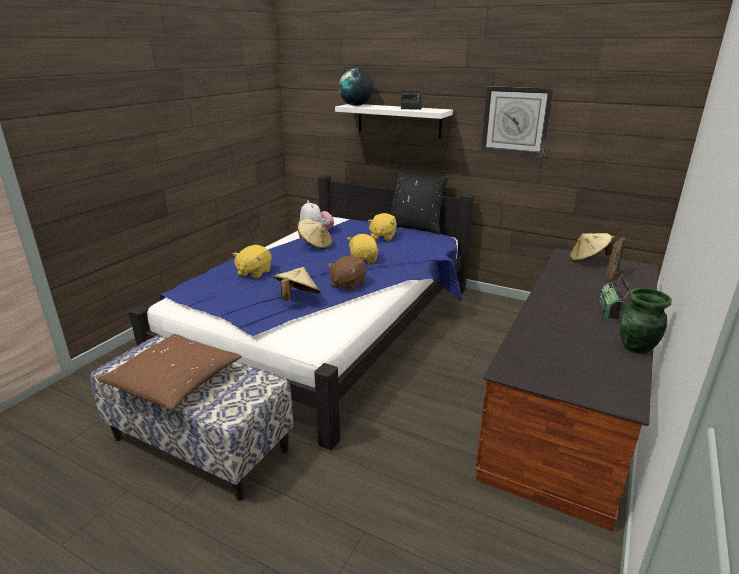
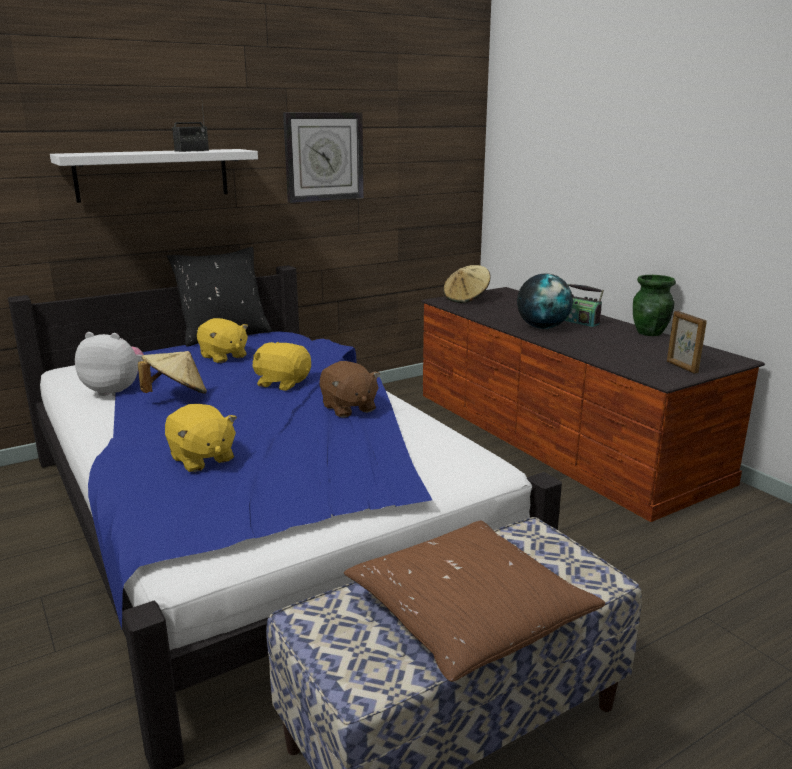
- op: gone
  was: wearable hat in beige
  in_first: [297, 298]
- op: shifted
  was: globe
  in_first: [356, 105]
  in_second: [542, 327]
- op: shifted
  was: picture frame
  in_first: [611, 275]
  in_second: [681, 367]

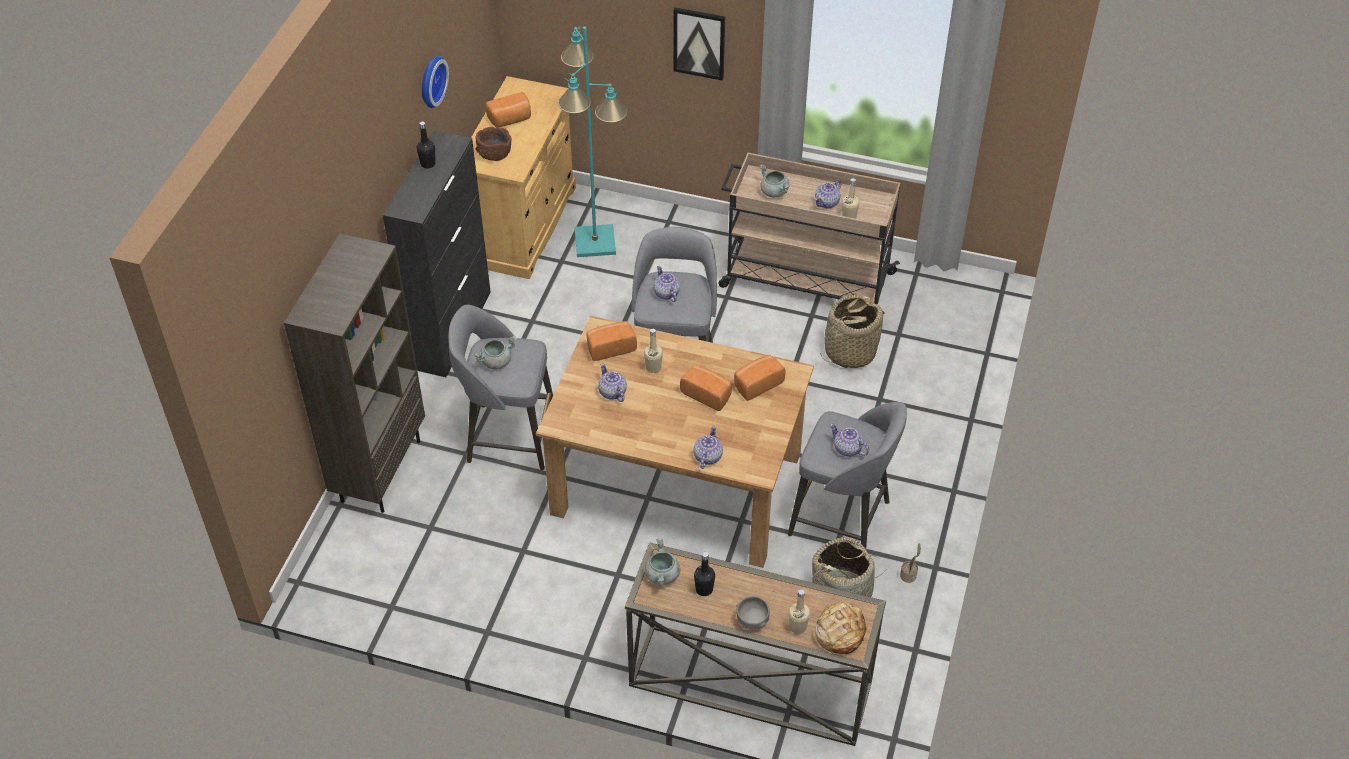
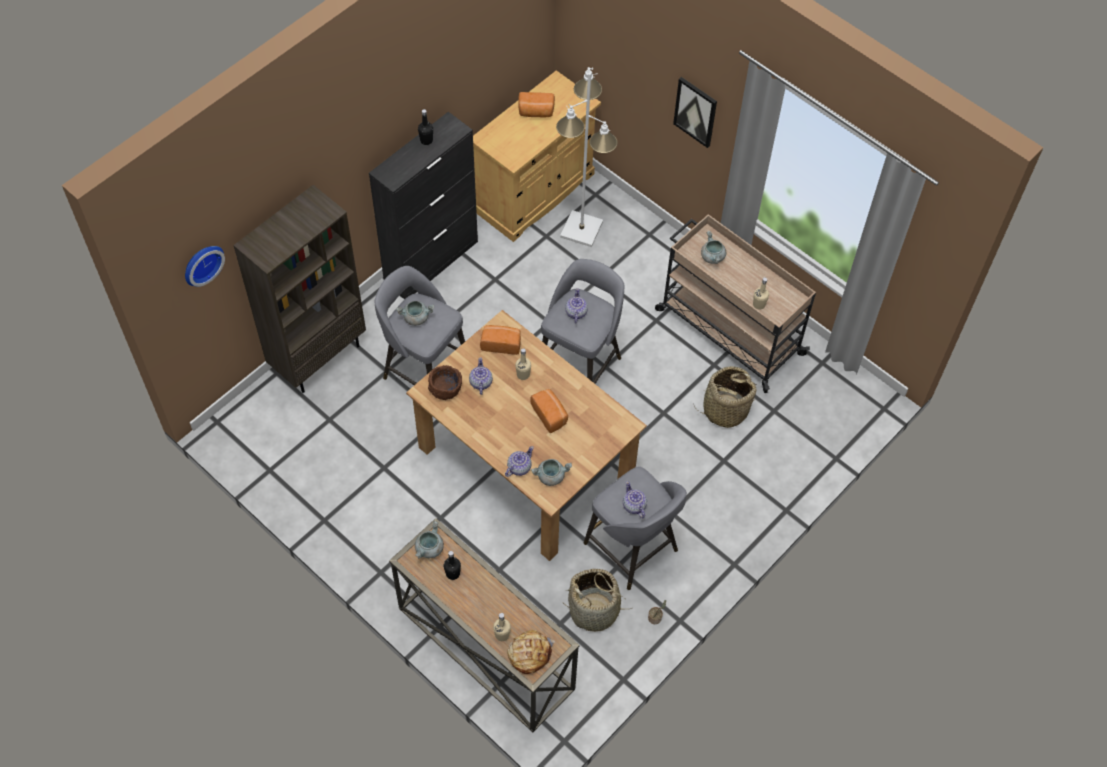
- op: gone
  was: bakery bread
  in_first: [757, 384]
- op: gone
  was: deep dish in gray
  in_first: [752, 620]
- op: gone
  was: pot for tea
  in_first: [827, 202]
- op: new
  now: stockpot in gray
  in_second: [551, 476]
- op: shifted
  was: clock on the wall
  in_first: [430, 81]
  in_second: [201, 263]
- op: shifted
  was: deep dish in brownish
  in_first: [494, 153]
  in_second: [445, 388]
- op: repainted
  was: standing lamp in turquoise-coloured
  now: standing lamp in whitish
  in_first: [595, 241]
  in_second: [582, 229]

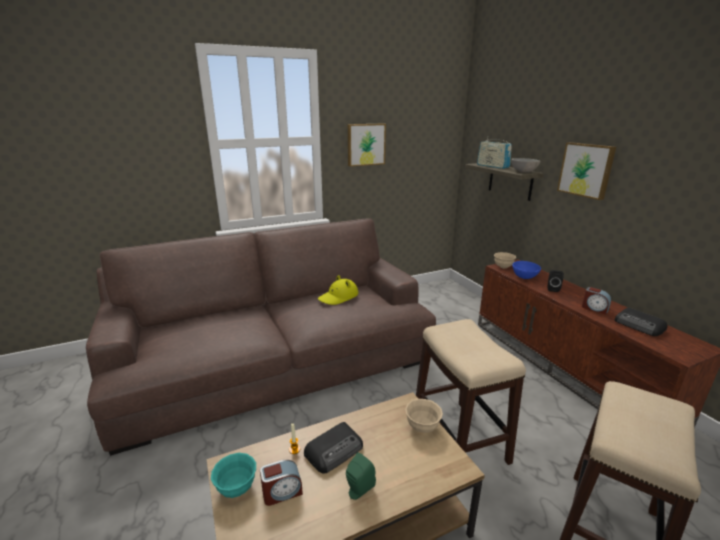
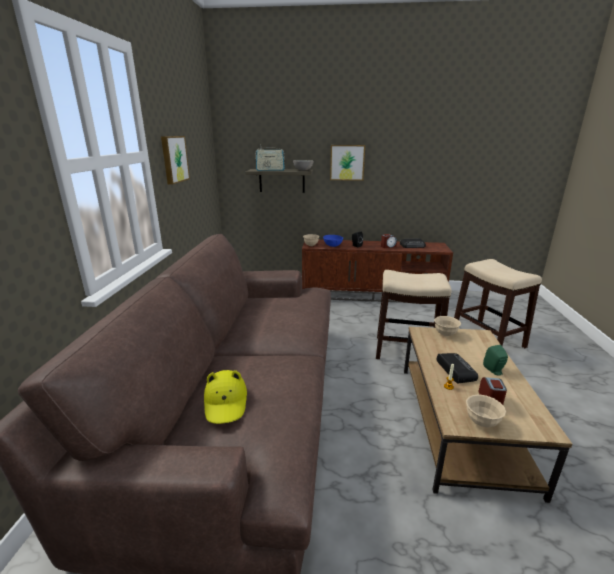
- op: shifted
  was: wearable hat in yellowish
  in_first: [338, 297]
  in_second: [226, 402]
- op: repainted
  was: deep dish in turquoise-coloured
  now: deep dish in beige
  in_first: [236, 488]
  in_second: [482, 422]

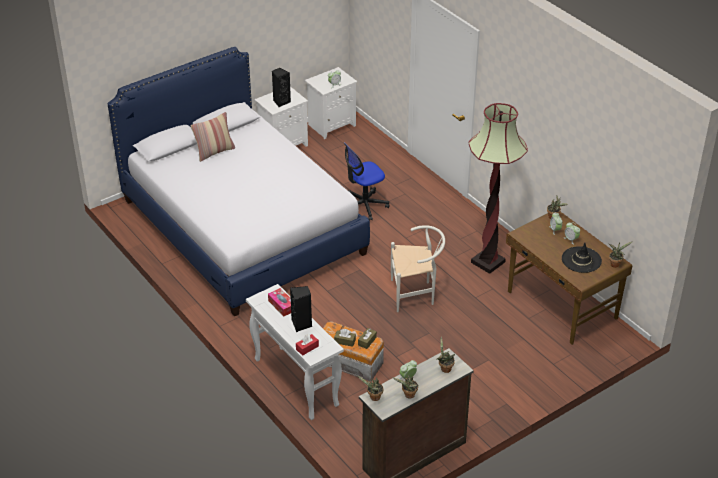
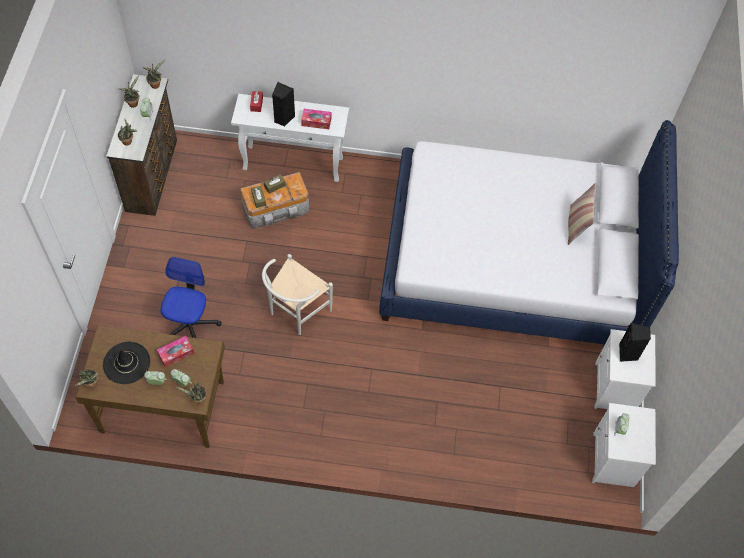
- op: gone
  was: standing lamp
  in_first: [488, 262]
- op: new
  now: box of tissues
  in_second: [176, 354]
- op: shifted
  was: desk chair
  in_first: [364, 205]
  in_second: [190, 324]

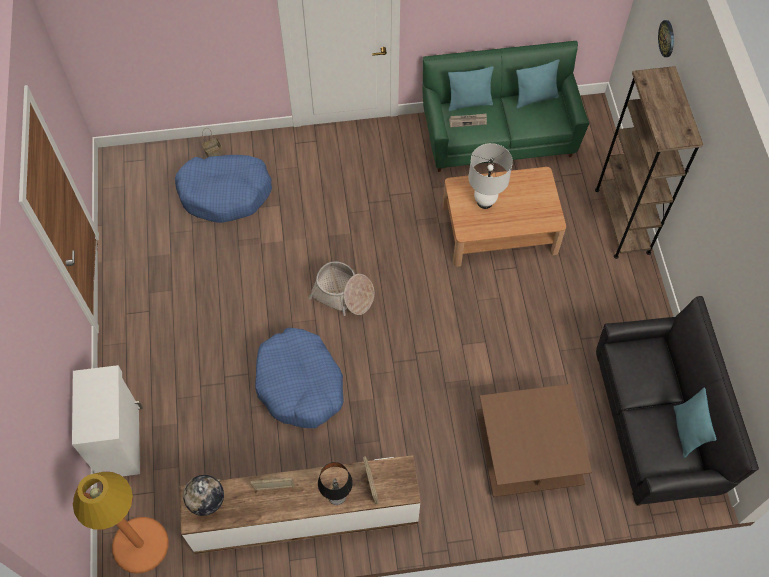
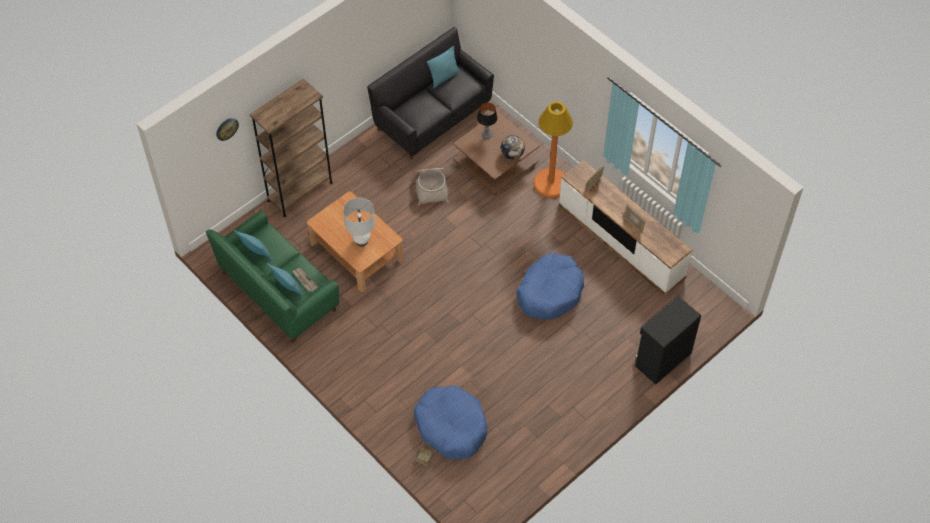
- op: shifted
  was: standing lamp in orangey
  in_first: [140, 545]
  in_second: [551, 183]
- op: shifted
  was: globe
  in_first: [206, 501]
  in_second: [512, 154]
- op: shifted
  was: basket
  in_first: [343, 294]
  in_second: [431, 187]
- op: shifted
  was: tabletop lamp
  in_first: [337, 496]
  in_second: [487, 134]
- op: repainted
  was: cabinet in whitish
  now: cabinet in blackish
  in_first: [121, 441]
  in_second: [662, 359]

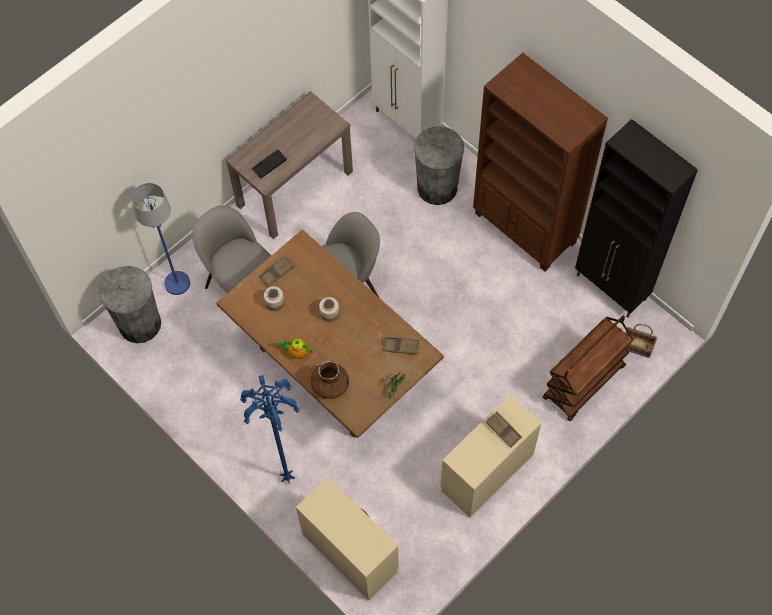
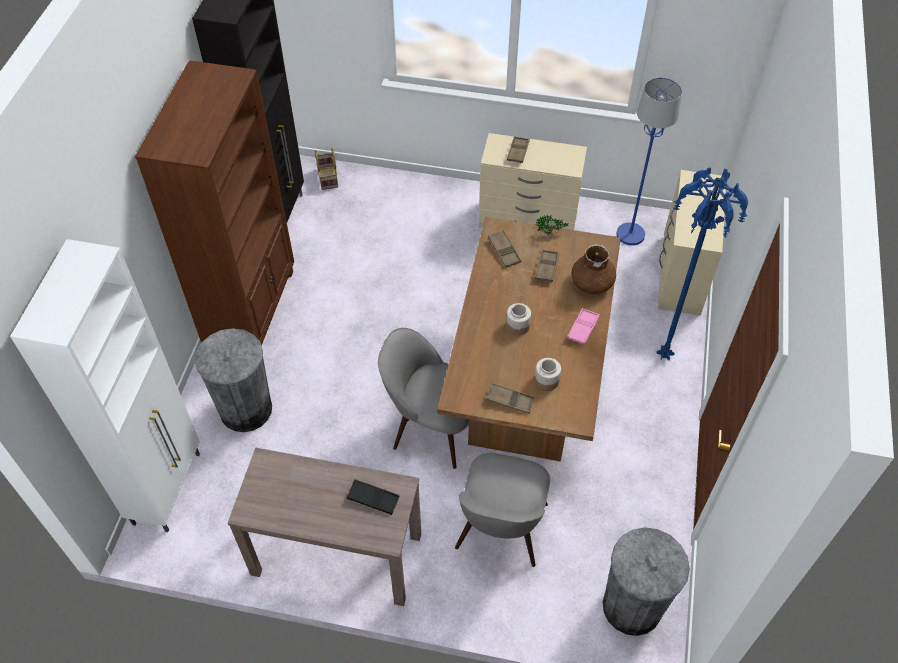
- op: gone
  was: cart in brownish
  in_first: [584, 383]
- op: new
  now: tray in brownish
  in_second: [546, 268]
- op: shifted
  was: standing lamp in blue
  in_first: [177, 283]
  in_second: [630, 235]
- op: swapped
  was: pot for tea
  now: tray in pinkish
  in_first: [297, 352]
  in_second: [583, 328]

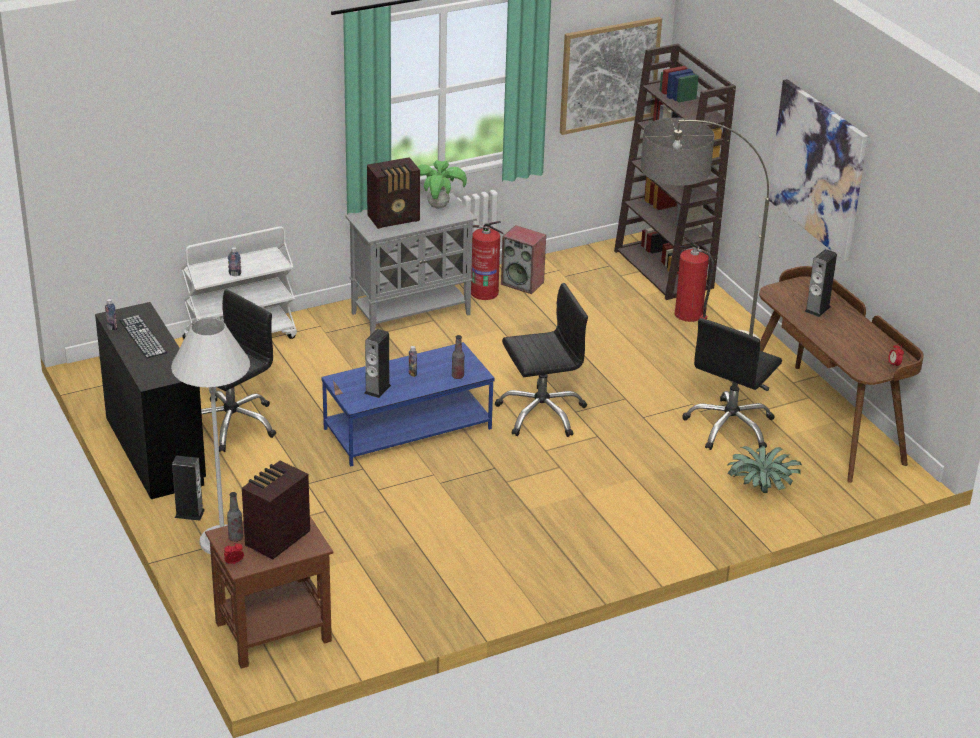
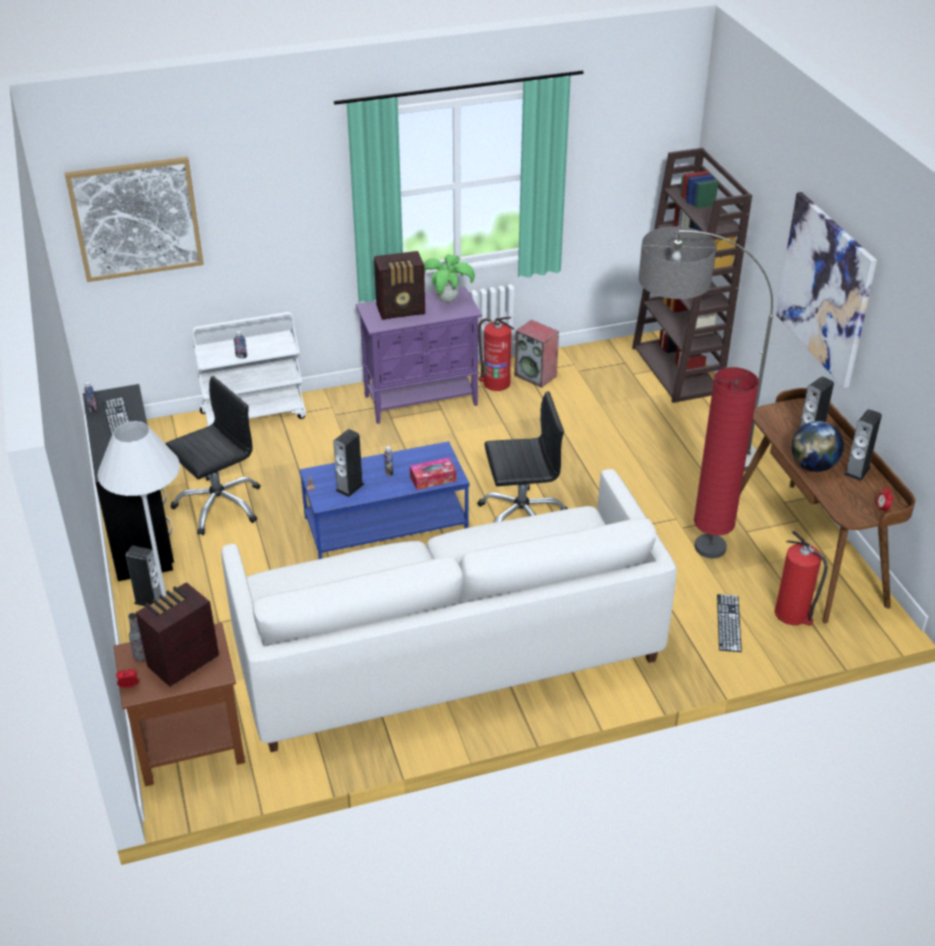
- op: new
  now: sofa in whitish
  in_second: [447, 652]
- op: new
  now: globe
  in_second: [813, 466]
- op: new
  now: loudspeaker
  in_second: [857, 471]
- op: shifted
  was: wall picture
  in_first: [609, 75]
  in_second: [136, 219]
- op: shifted
  was: fire-fighting cylinder
  in_first: [689, 314]
  in_second: [792, 614]
- op: swapped
  was: beverage bottle
  now: box of tissues
  in_first: [457, 376]
  in_second: [433, 479]
- op: swapped
  was: desk chair in blackish
  now: standing lamp in red-coloured
  in_first: [730, 427]
  in_second: [710, 548]
- op: swapped
  was: potted plant
  now: computer keyboard
  in_first: [760, 489]
  in_second: [728, 623]
- op: repainted
  was: cabinet in gray
  now: cabinet in purplish
  in_first: [412, 313]
  in_second: [422, 400]

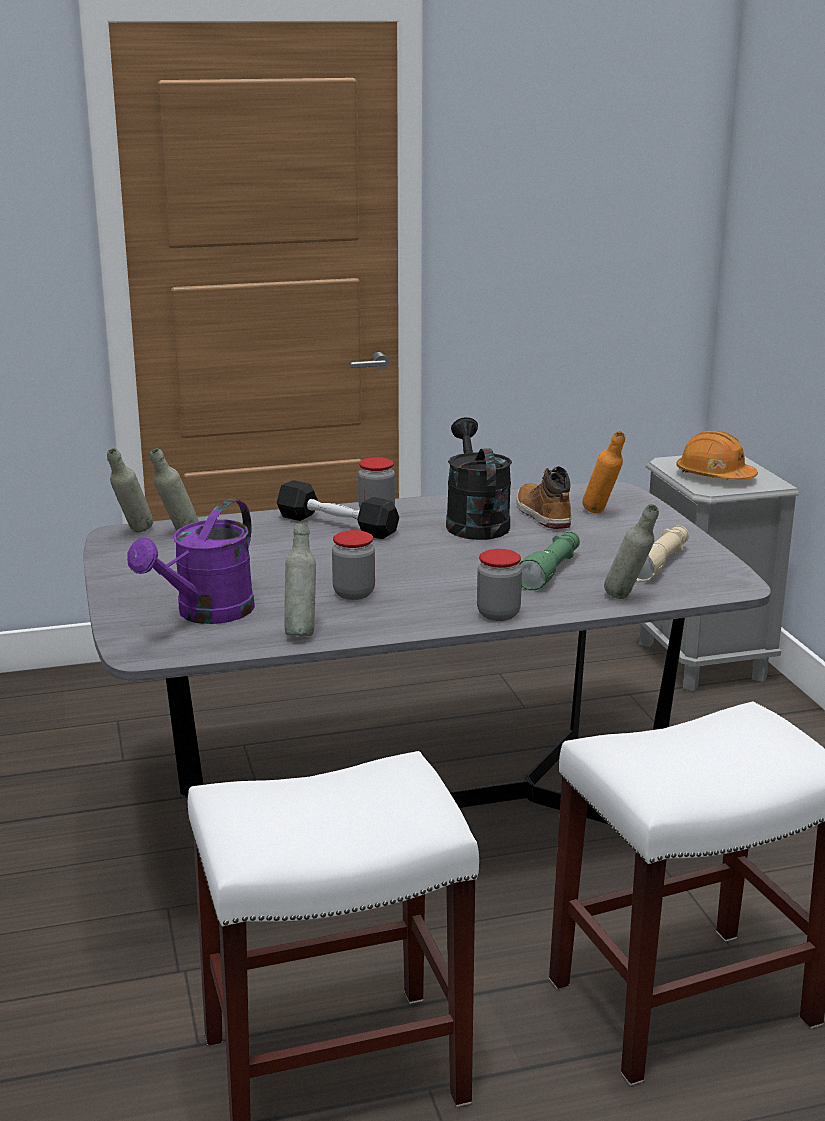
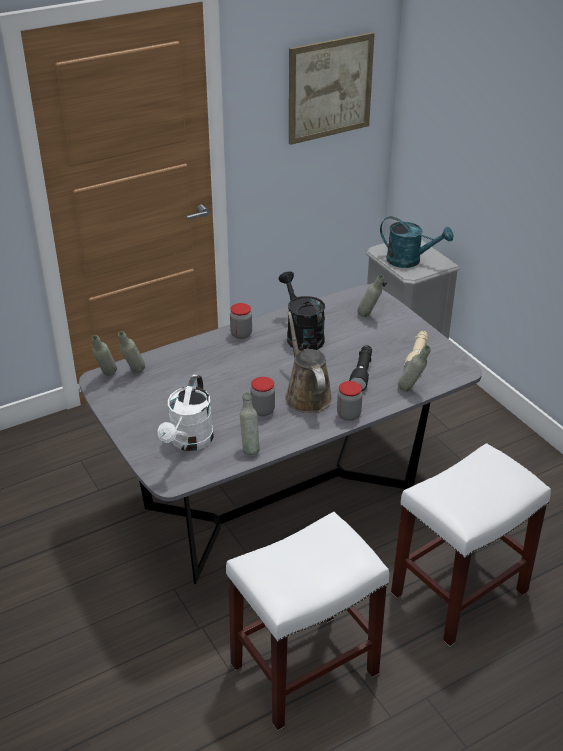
- op: gone
  was: free weight in blackish
  in_first: [337, 525]
- op: gone
  was: high-top boot
  in_first: [542, 514]
- op: new
  now: sprinkling can in brownish
  in_second: [306, 394]
- op: new
  now: wall picture
  in_second: [330, 88]
- op: swapped
  was: work helmet in orangey
  now: sprinkling can in turquoise-coloured
  in_first: [714, 476]
  in_second: [410, 261]
- op: repainted
  was: sprinkling can in purplish
  now: sprinkling can in whitish
  in_first: [206, 614]
  in_second: [189, 442]
- op: repainted
  was: hand torch in greenish
  now: hand torch in blackish
  in_first: [551, 571]
  in_second: [362, 373]
- op: repainted
  was: beverage bottle in orangey
  now: beverage bottle in gray
  in_first: [601, 513]
  in_second: [369, 317]

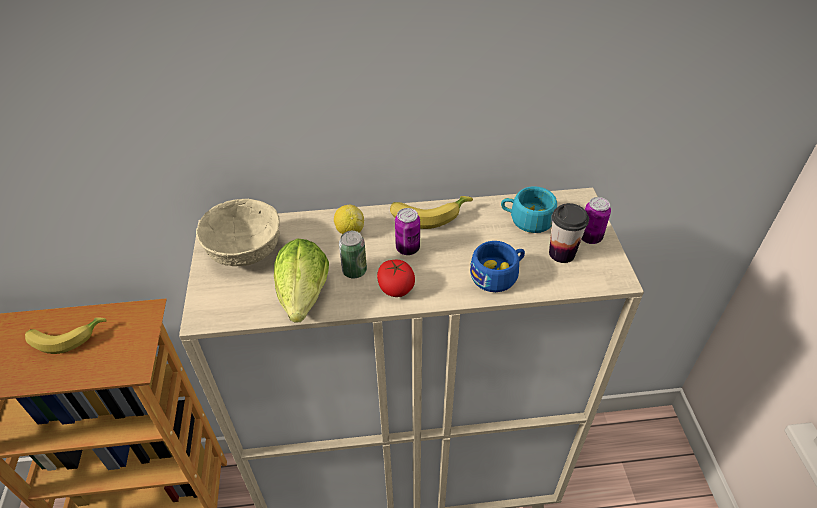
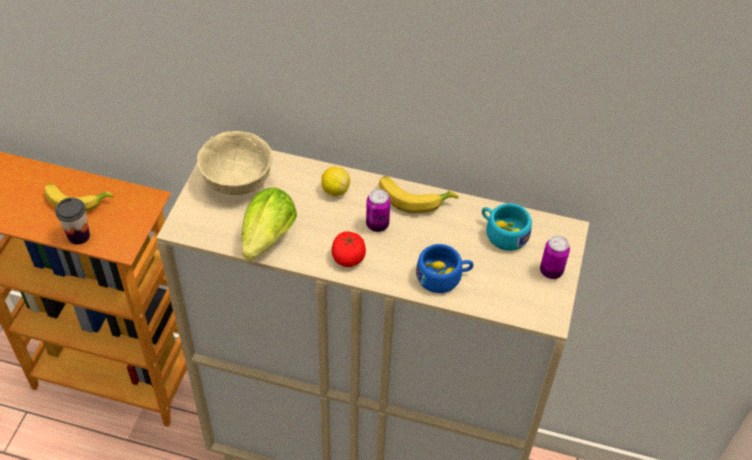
- op: gone
  was: can
  in_first: [354, 271]
- op: shifted
  was: drinking cup
  in_first: [561, 253]
  in_second: [79, 236]

